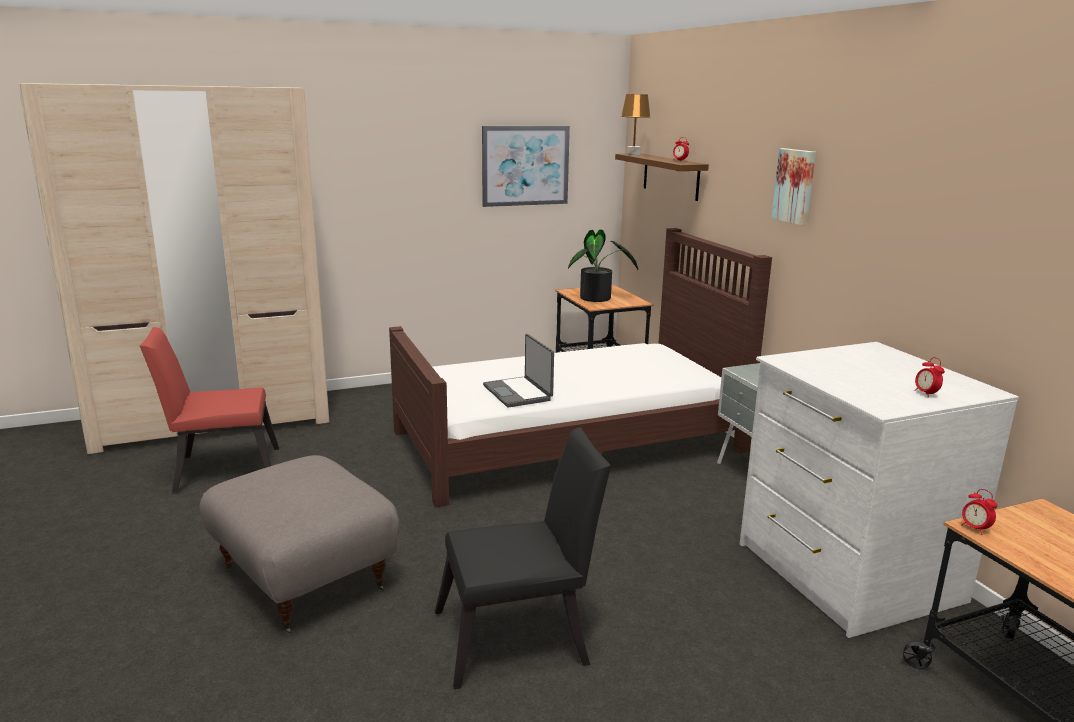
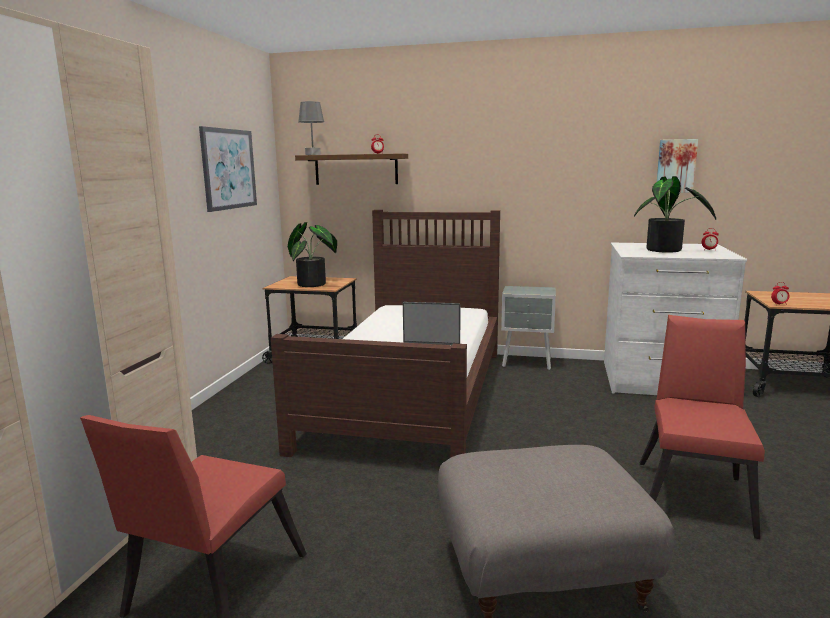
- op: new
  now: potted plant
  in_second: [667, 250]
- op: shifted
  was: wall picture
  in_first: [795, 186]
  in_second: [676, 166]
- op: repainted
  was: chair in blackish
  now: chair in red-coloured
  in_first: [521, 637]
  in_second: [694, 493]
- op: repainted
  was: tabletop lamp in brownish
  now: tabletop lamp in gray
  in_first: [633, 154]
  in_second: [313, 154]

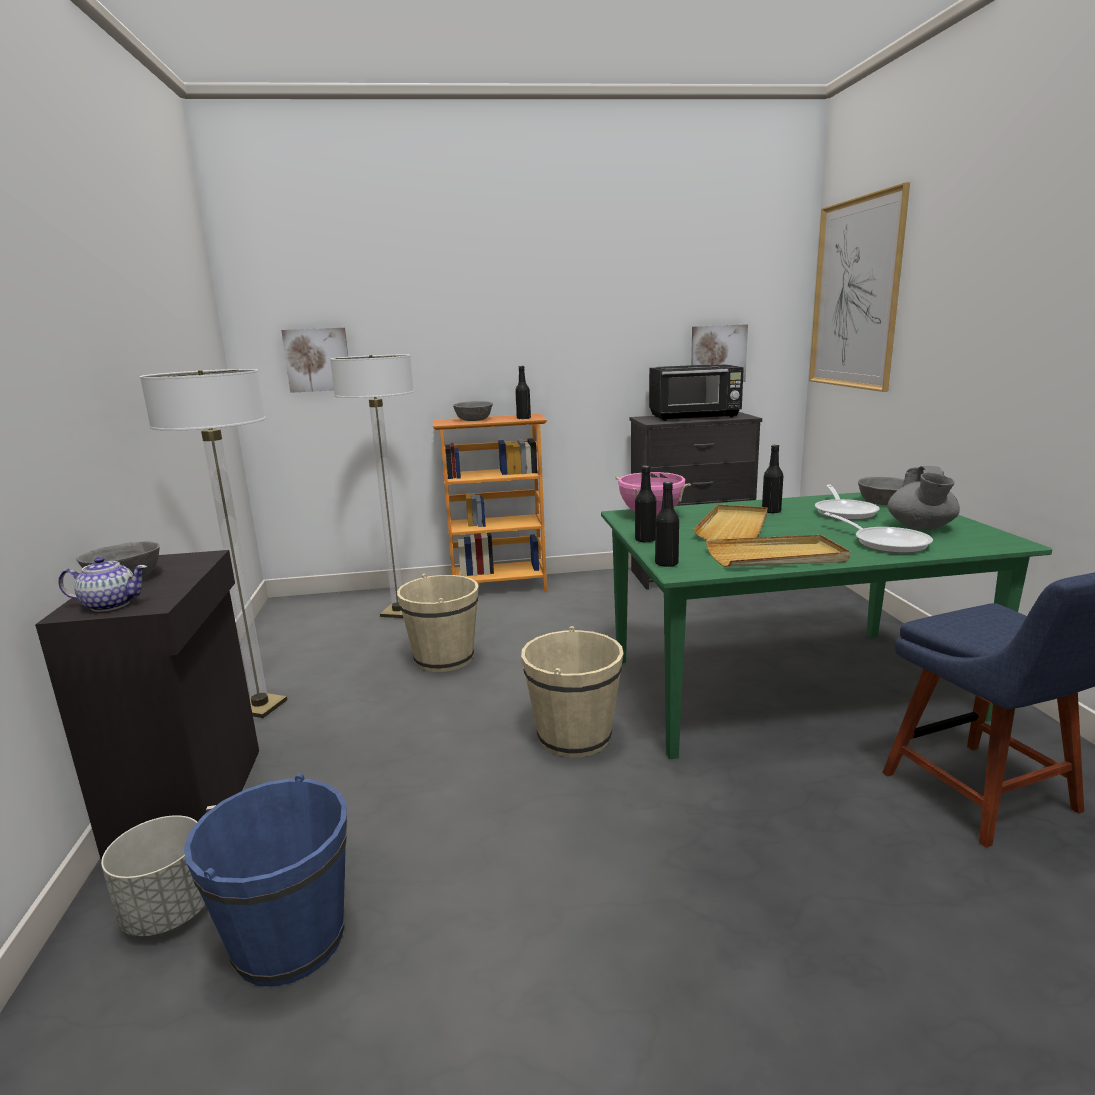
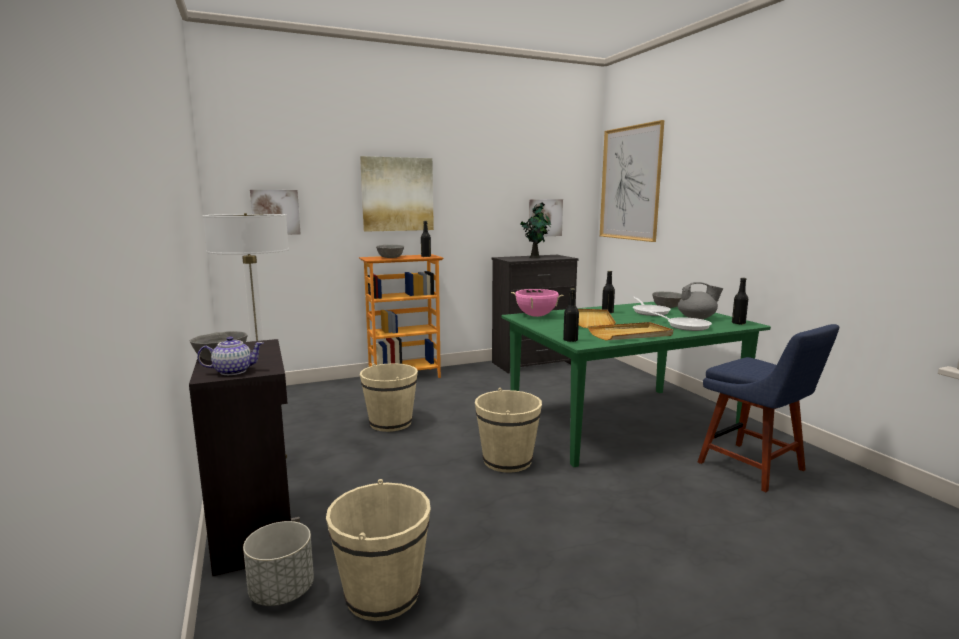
- op: gone
  was: standing lamp
  in_first: [398, 612]
- op: new
  now: wall picture
  in_second: [397, 194]
- op: shifted
  was: beverage bottle in blackish
  in_first: [645, 540]
  in_second: [738, 323]
- op: swapped
  was: microwave in blackish
  now: potted plant
  in_first: [695, 417]
  in_second: [535, 257]
- op: repainted
  was: water bucket in blue
  now: water bucket in beige
  in_first: [290, 940]
  in_second: [383, 593]
- op: rotated
  was: pot for tea in gray
  in_first: [920, 527]
  in_second: [697, 318]
  clockwise: -75

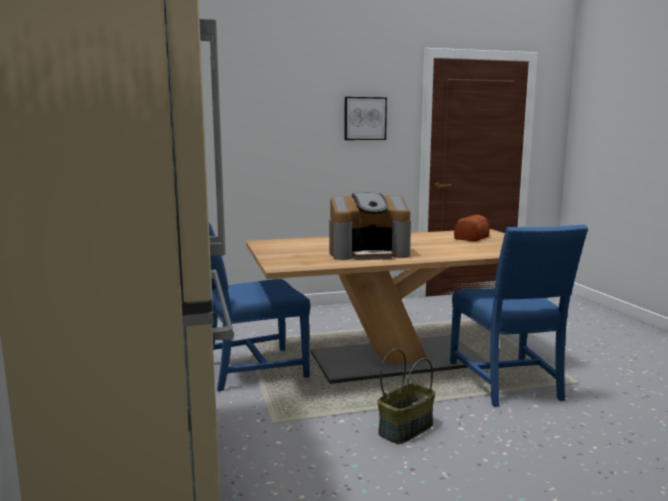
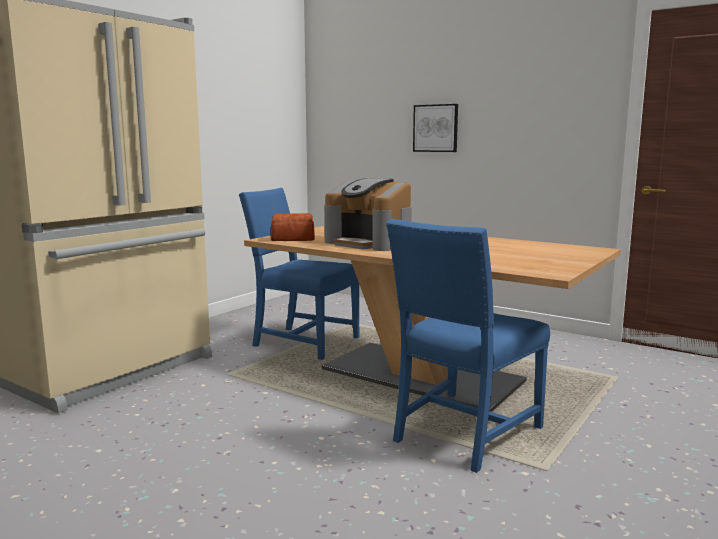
- op: gone
  was: basket
  in_first: [405, 428]
- op: shifted
  was: wall picture
  in_first: [365, 118]
  in_second: [436, 128]
- op: shifted
  was: bakery bread
  in_first: [470, 238]
  in_second: [291, 239]

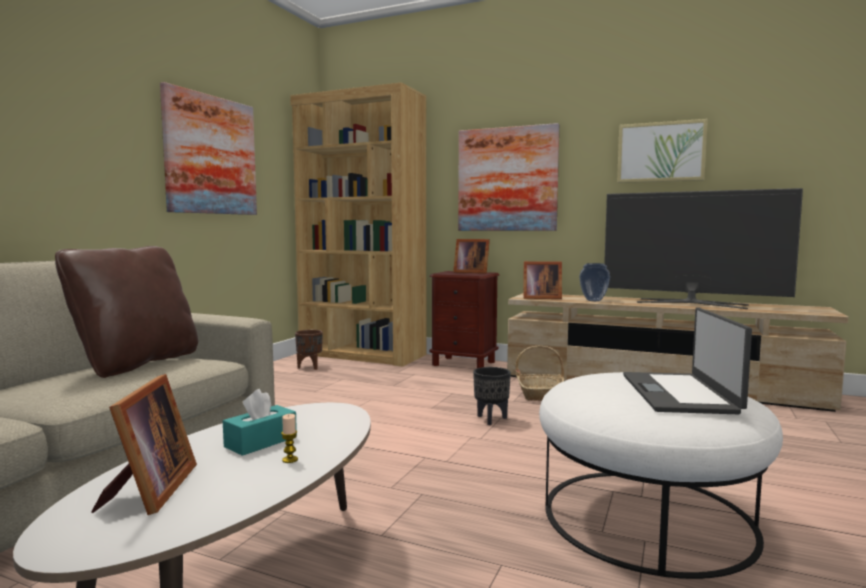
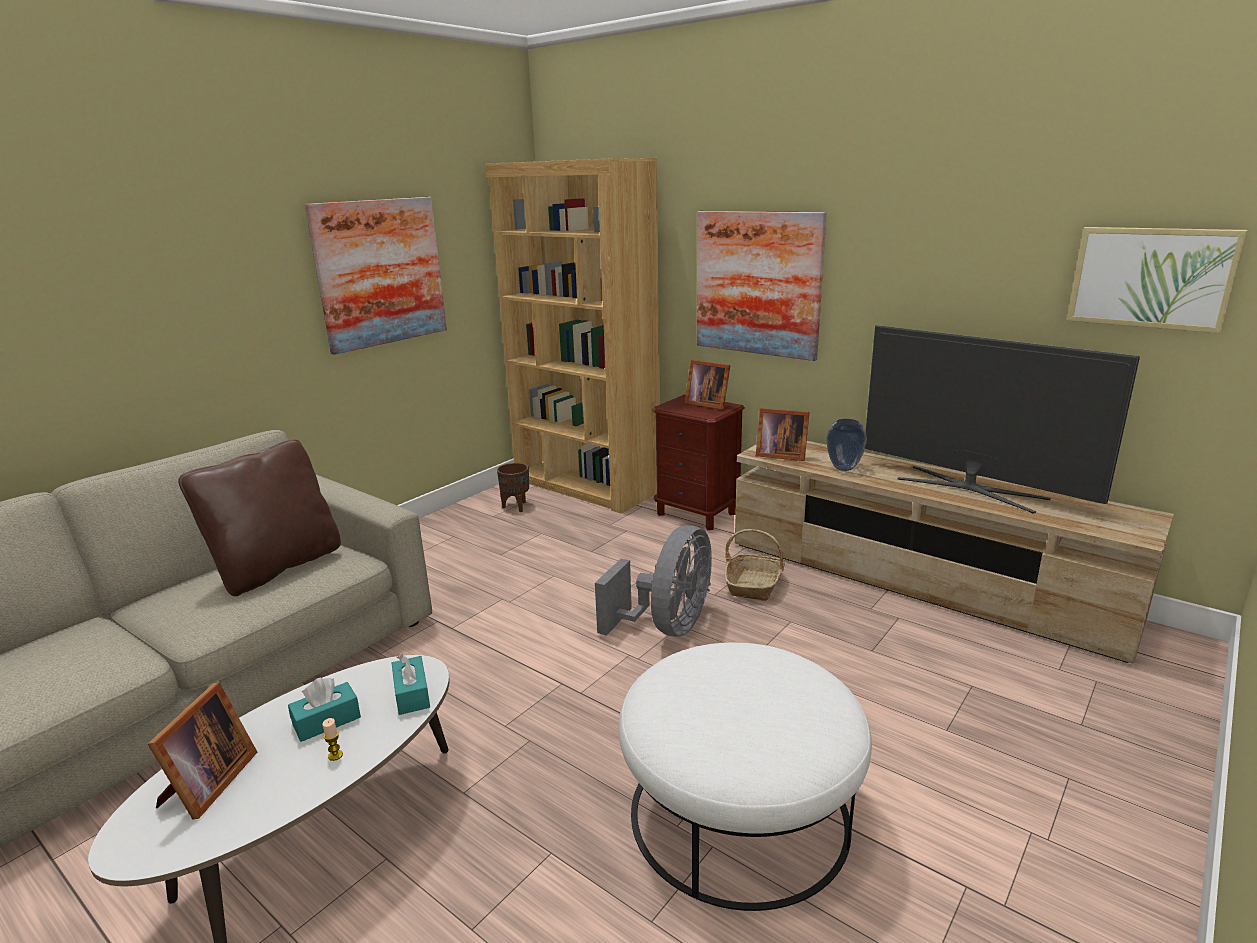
- op: gone
  was: notebook computer
  in_first: [680, 393]
- op: new
  now: box of tissues in turquoise-coloured
  in_second: [412, 694]
- op: shifted
  was: wall picture
  in_first: [661, 152]
  in_second: [1151, 277]
- op: swapped
  was: plant pot in blackish
  now: electric fan in gray
  in_first: [491, 419]
  in_second: [668, 626]

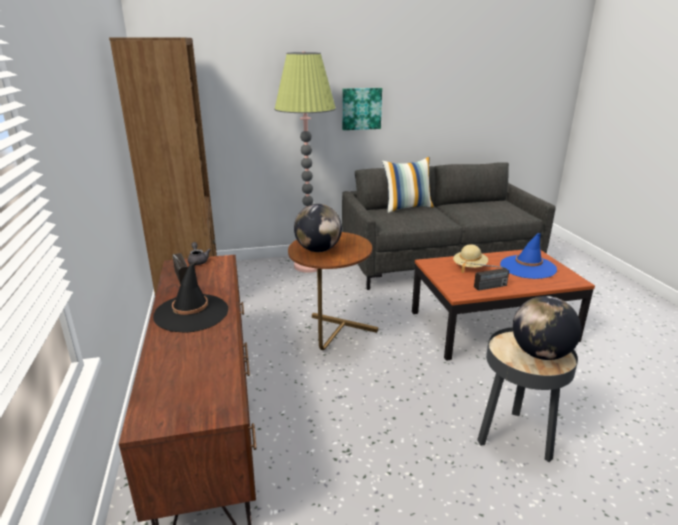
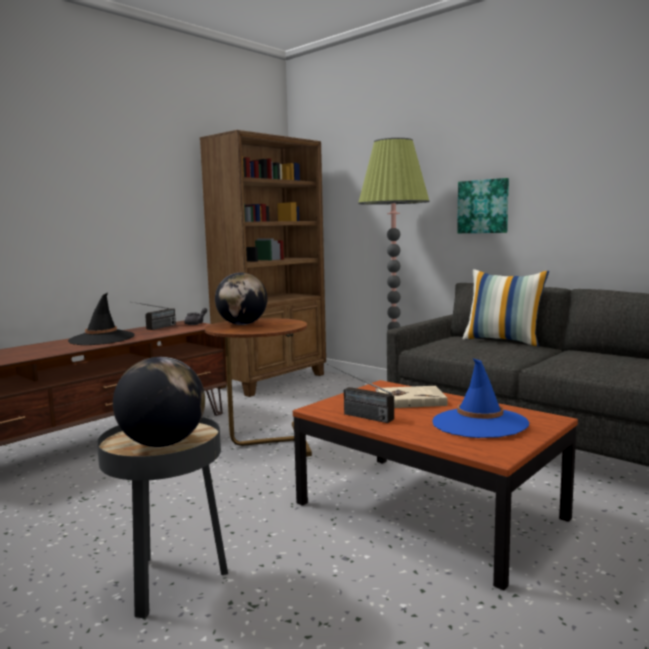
- op: swapped
  was: wearable hat in beige
  now: book in beige
  in_first: [469, 267]
  in_second: [410, 400]

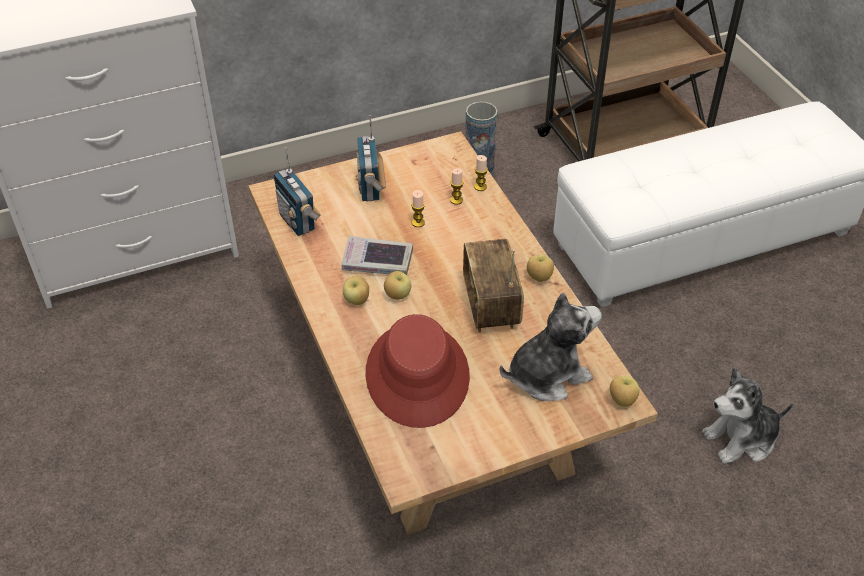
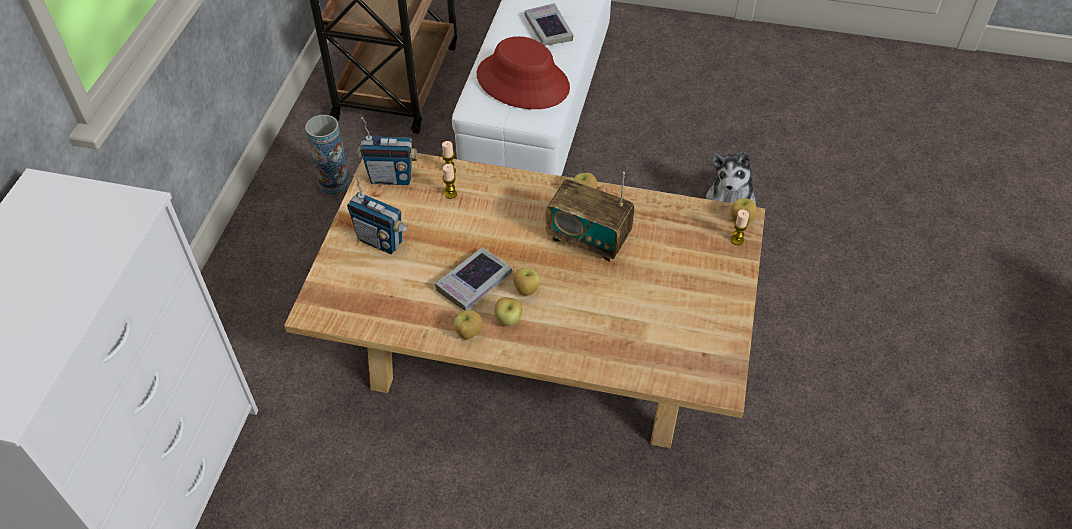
- op: gone
  was: cuddly toy
  in_first: [547, 375]
- op: new
  now: apple
  in_second: [469, 333]
- op: new
  now: book
  in_second: [548, 29]
- op: shifted
  was: radio
  in_first: [298, 222]
  in_second: [391, 178]
- op: shifted
  was: wearable hat in red-coloured
  in_first: [418, 375]
  in_second: [523, 81]
- op: shifted
  was: wax candle
  in_first: [418, 223]
  in_second: [737, 240]

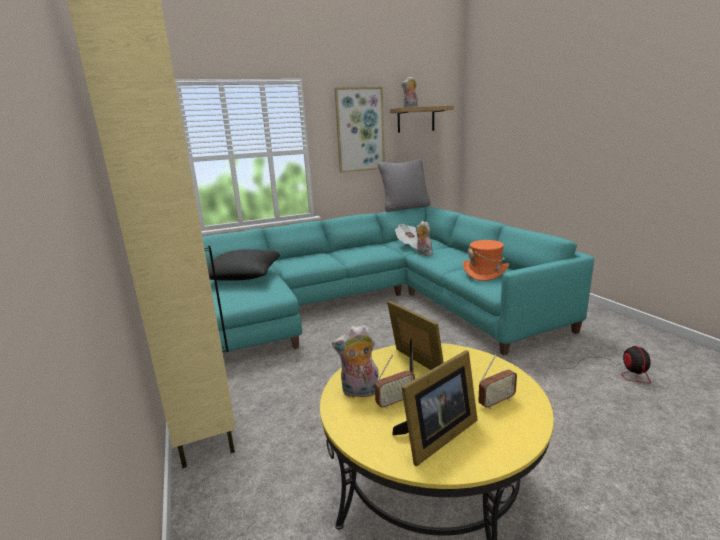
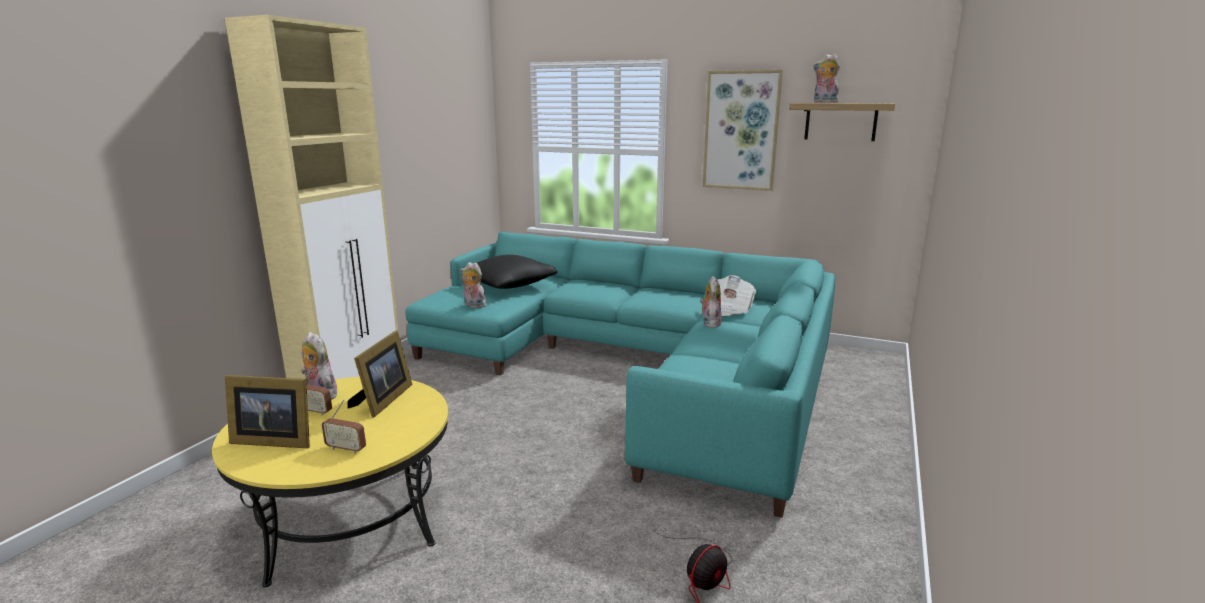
- op: gone
  was: cushion in gray
  in_first: [405, 208]
- op: gone
  was: wearable hat in orangey
  in_first: [485, 272]
- op: new
  now: cuddly toy
  in_second: [473, 305]

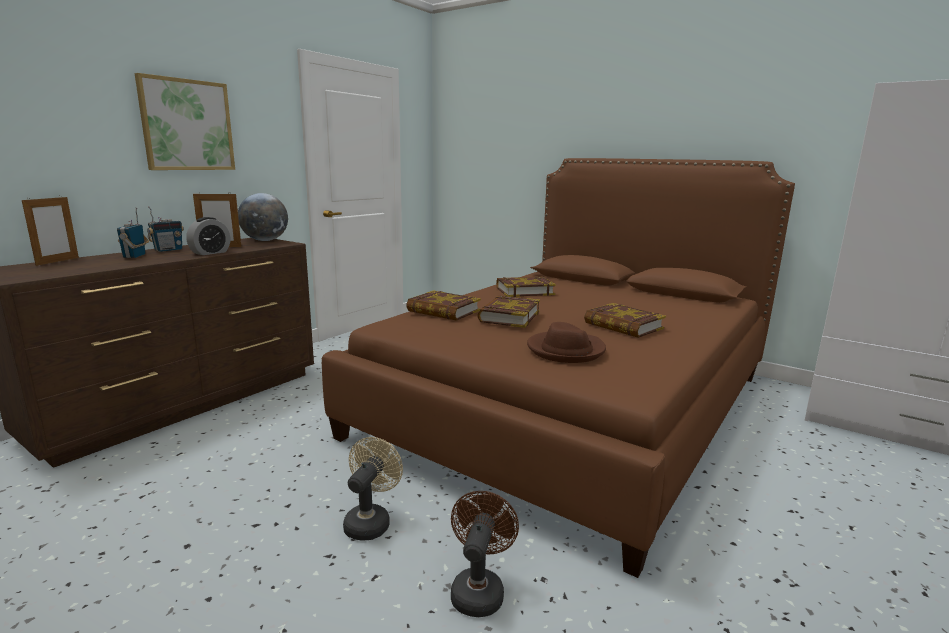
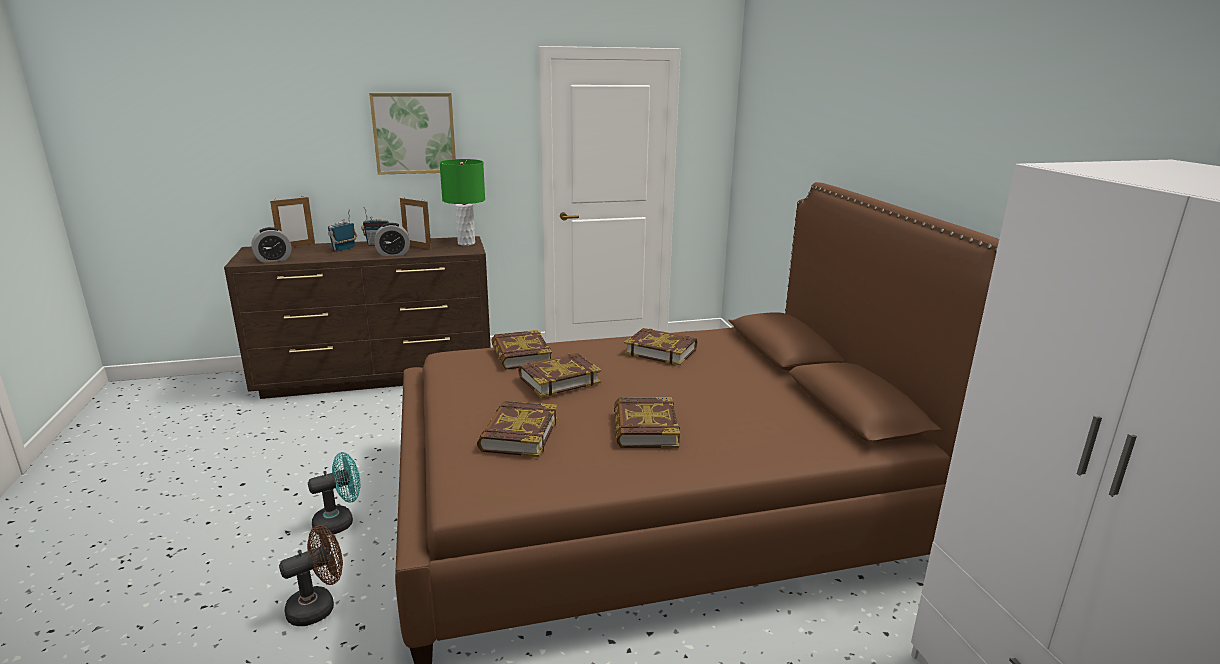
- op: new
  now: bedside clock
  in_second: [273, 259]
- op: swapped
  was: globe
  now: tabletop lamp in greenish
  in_first: [265, 240]
  in_second: [466, 243]
- op: swapped
  was: wearable hat in brownish
  now: book
  in_first: [565, 350]
  in_second: [518, 434]
- op: repainted
  was: electric fan in beige
  now: electric fan in turquoise-coloured
  in_first: [370, 521]
  in_second: [340, 522]

